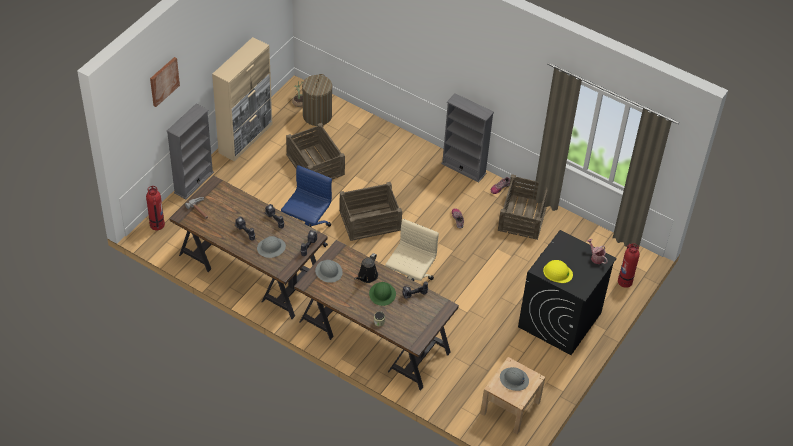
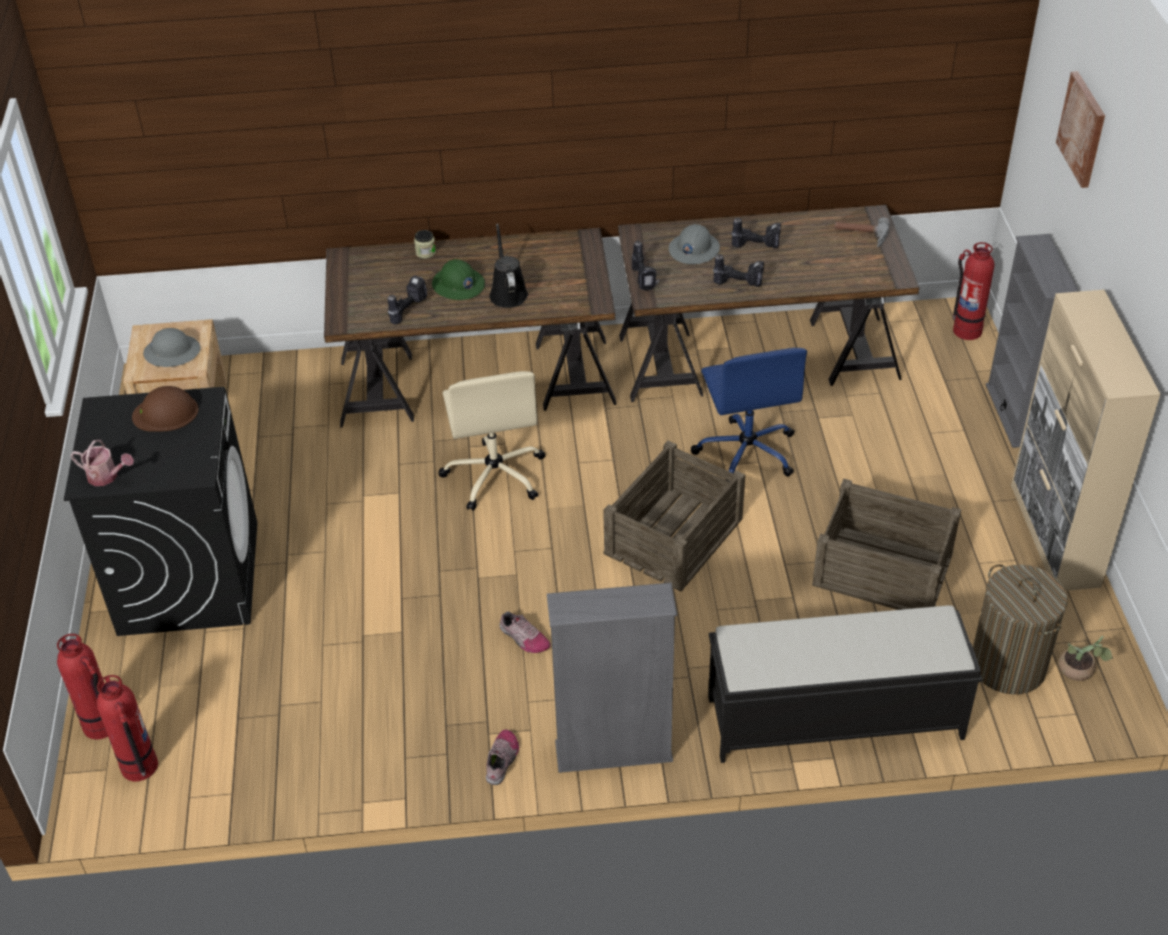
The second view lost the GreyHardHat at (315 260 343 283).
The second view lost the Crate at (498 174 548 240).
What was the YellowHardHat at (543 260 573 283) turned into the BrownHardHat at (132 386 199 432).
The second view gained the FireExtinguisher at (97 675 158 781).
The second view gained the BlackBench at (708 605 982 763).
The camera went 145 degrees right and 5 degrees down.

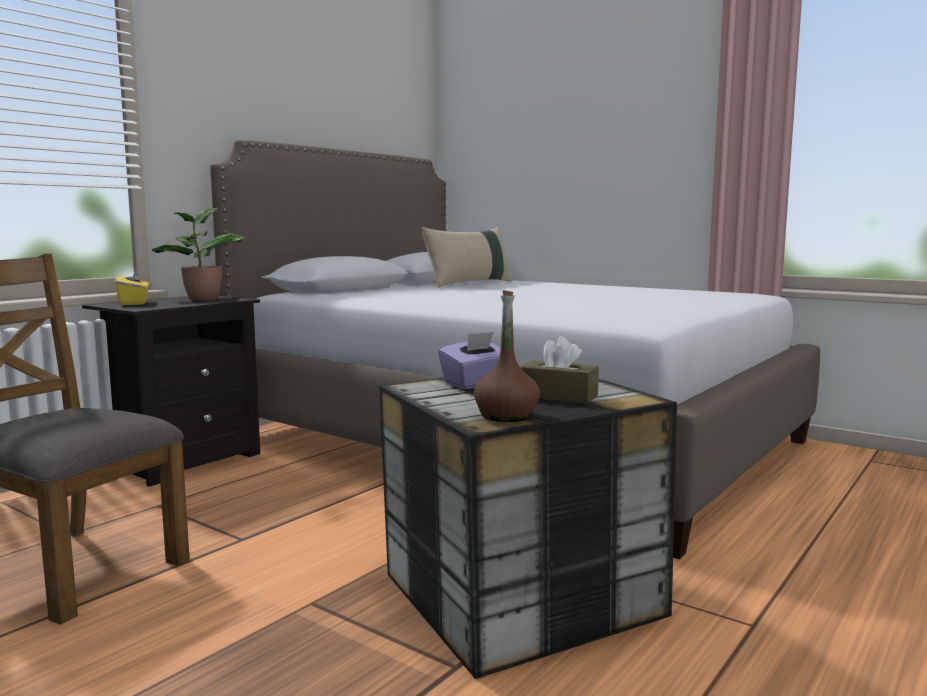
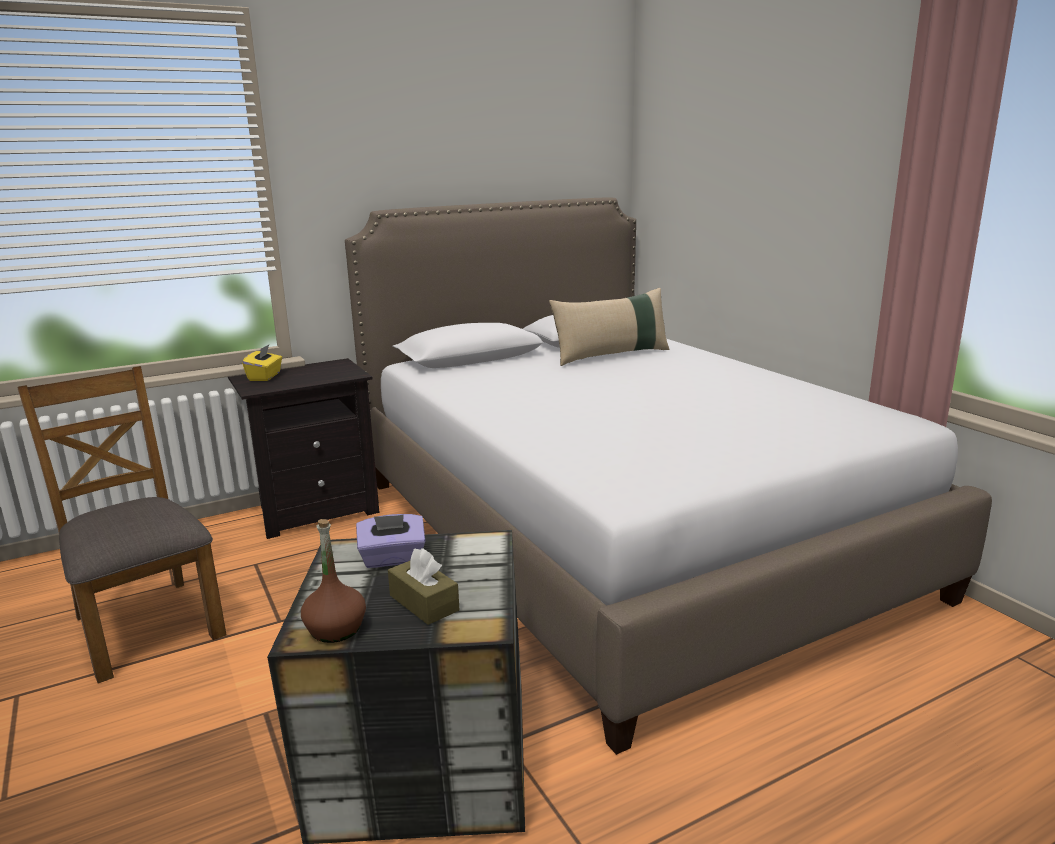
The second view lost the PottedPlant at (151 208 246 300).
The camera went 25 degrees right and 10 degrees up.

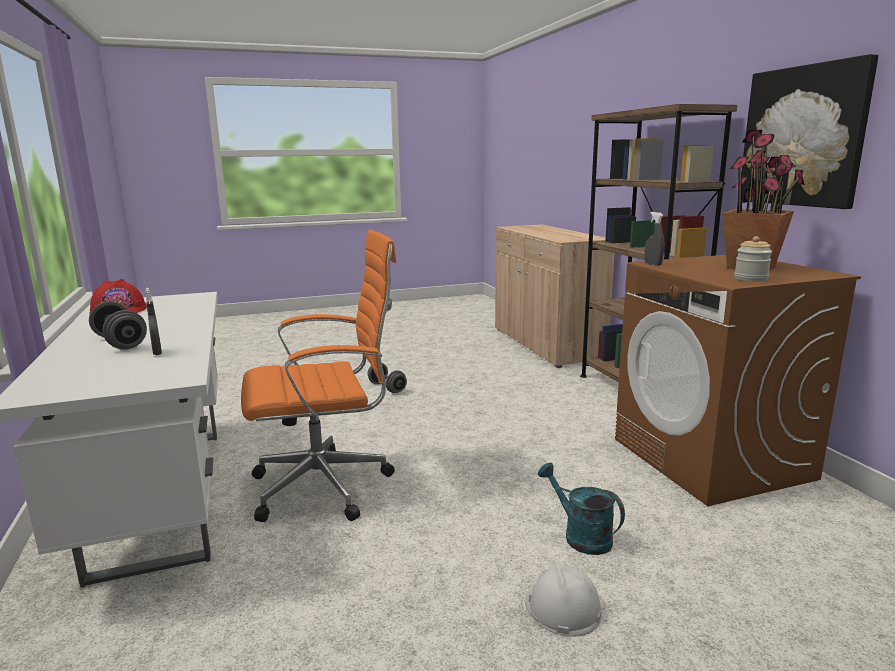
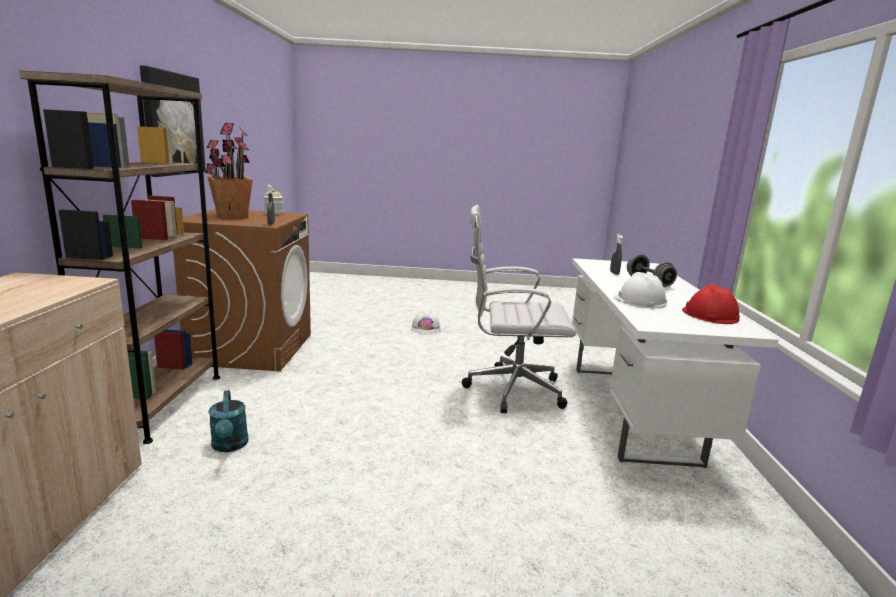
What was the OrangeOfficeChair at (241 230 397 522) turned into the WhiteOfficeChair at (462 205 576 413).
The second view lost the GreyDumbbell at (368 363 407 393).
The TurquoiseWateringCan ended up elsewhere, having gone from (538 462 625 555) to (209 390 248 452).
The second view gained the WhiteHardHat at (614 272 667 309).
The camera went 160 degrees left and 0 degrees up.

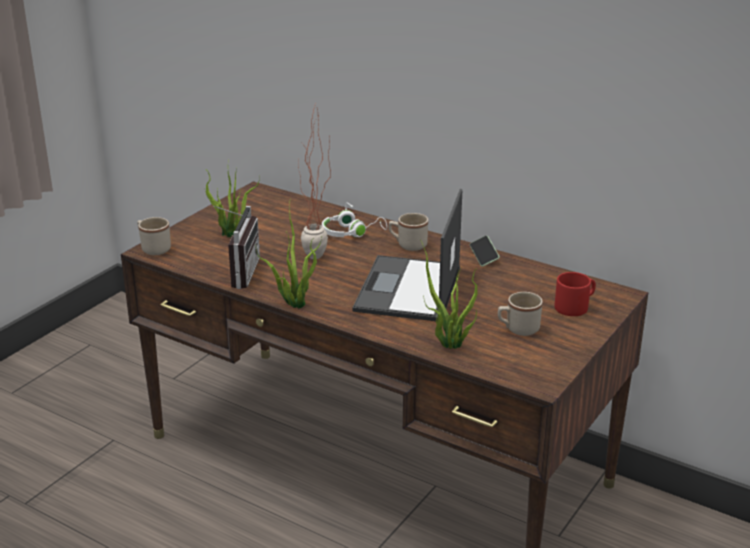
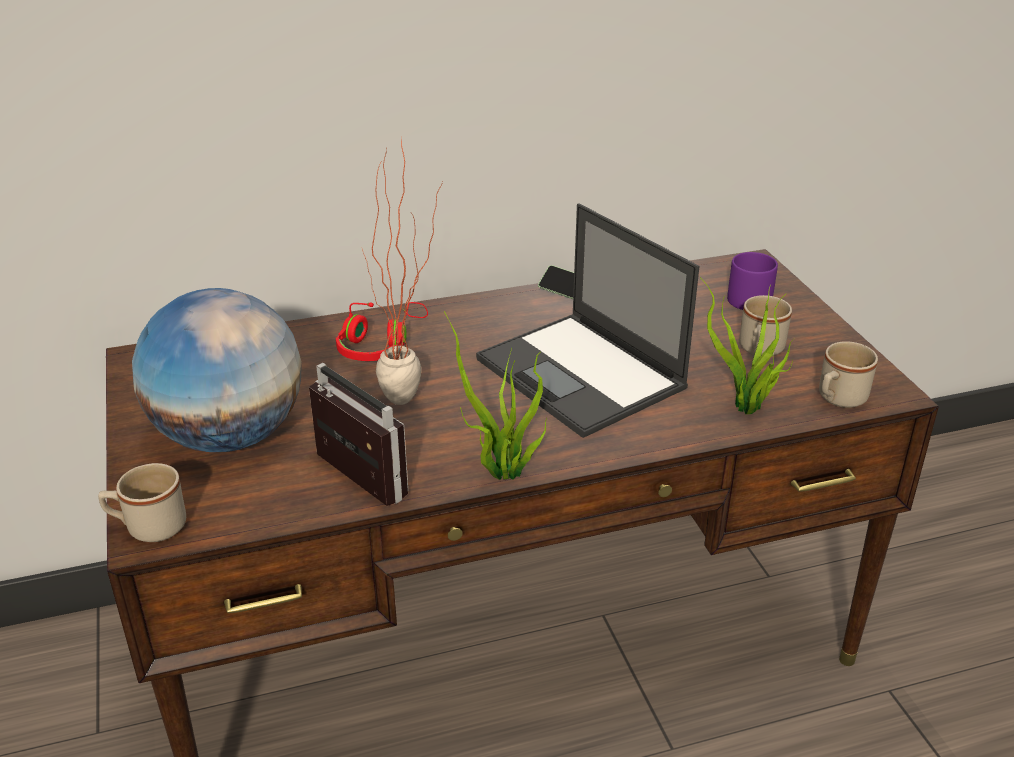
Where the PottedPlant stood at (205 158 260 237), the Globe came to stand at (132 288 302 452).
What was the WhiteHeadphones at (322 202 387 237) turned into the RedHeadphones at (336 302 428 361).
The BeigeMug ended up elsewhere, having gone from (389 213 428 251) to (819 341 878 408).
What was the RedMug at (555 272 596 316) turned into the PurpleMug at (727 252 778 310).
The camera went 50 degrees left and 5 degrees up.

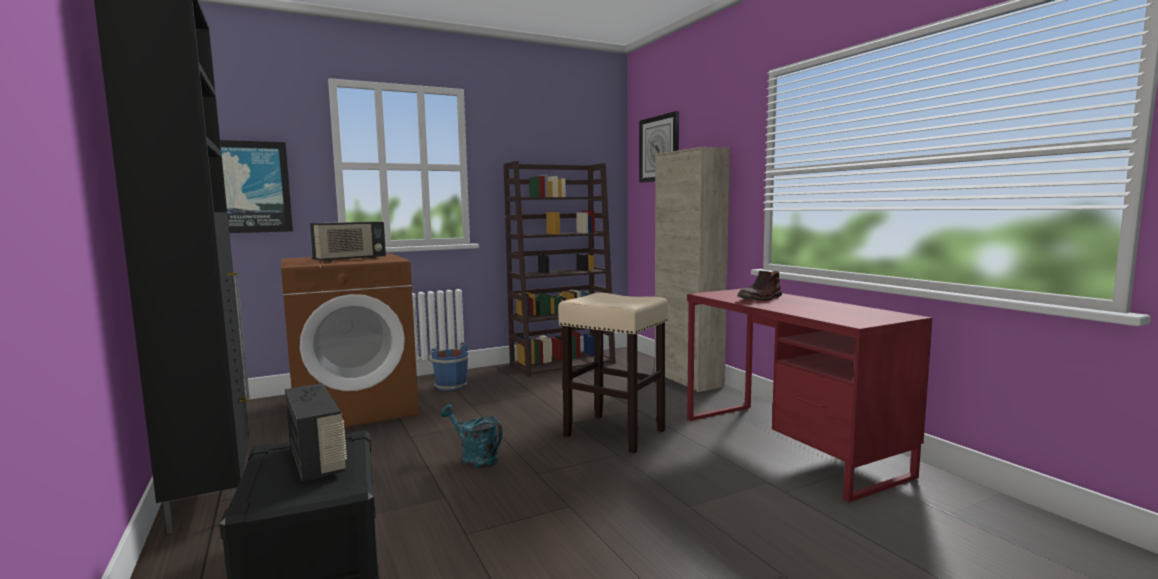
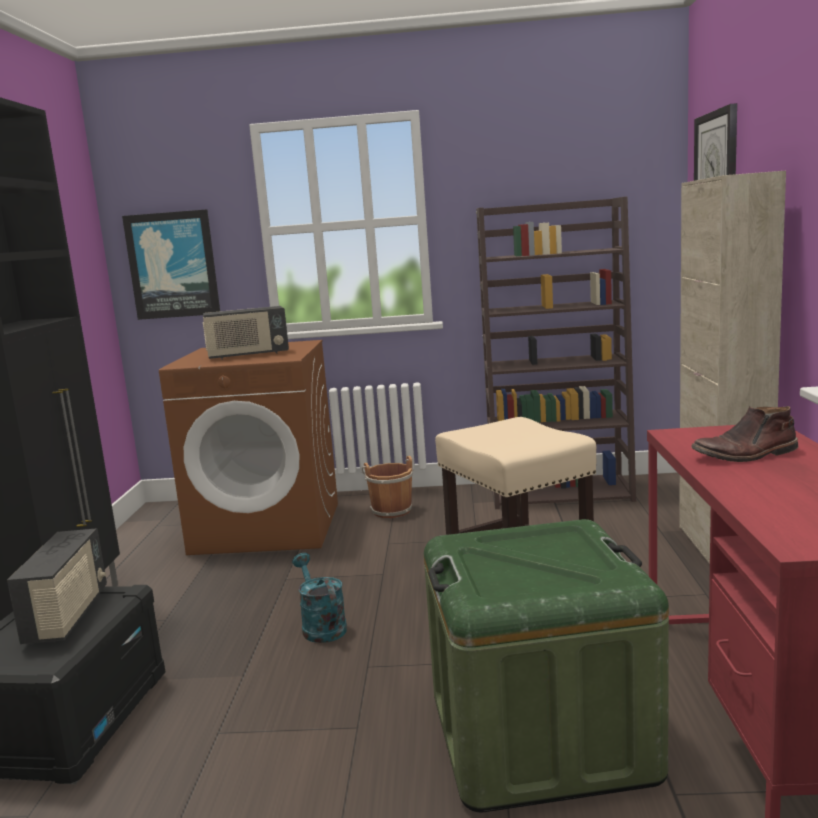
What was the BlueBucket at (428 342 469 391) turned into the BrownBucket at (362 456 413 518).
The second view gained the GreenStorageBox at (424 519 669 812).
The camera went 30 degrees right and 5 degrees up.

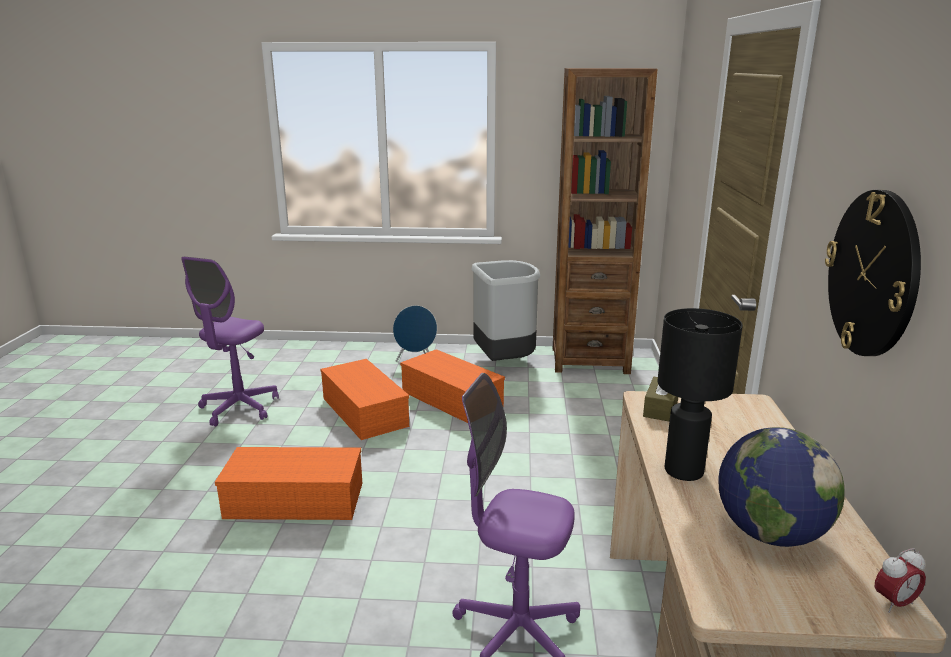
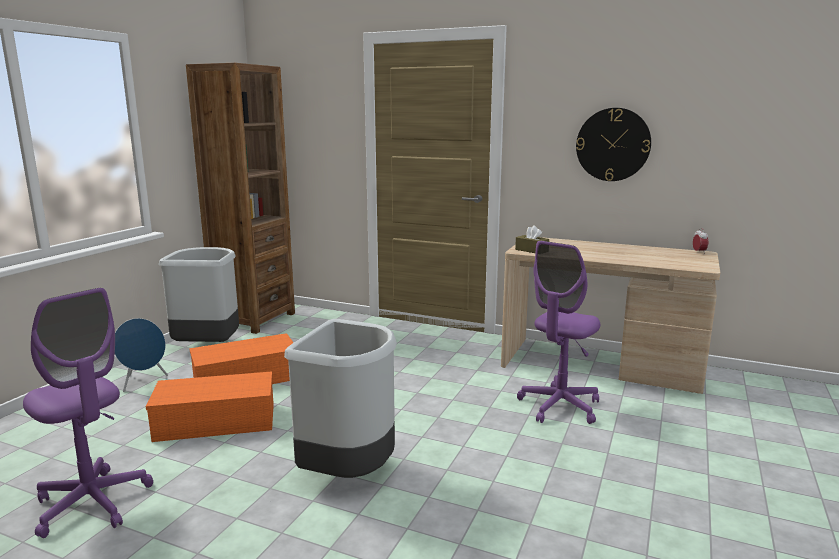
Where the OrangeStorageBox stood at (215 447 362 520), the GreyTrashCan came to stand at (284 319 397 478).
The second view lost the BlackTableLamp at (657 308 743 481).
The second view lost the Globe at (718 427 845 547).
The camera went 70 degrees left and 5 degrees down.

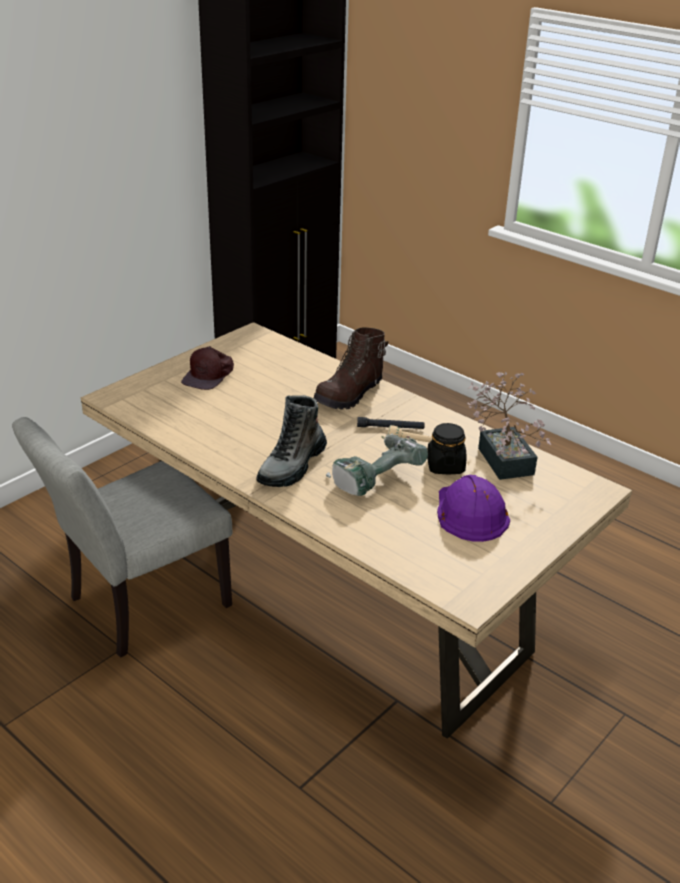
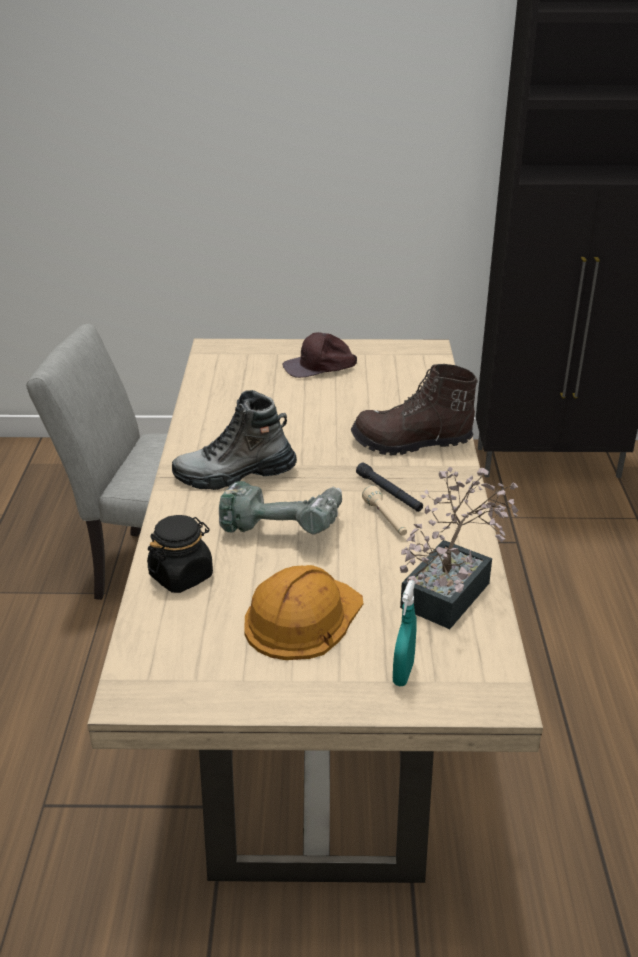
The BlackJar ended up elsewhere, having gone from (427 423 467 474) to (147 515 213 593).
What was the PurpleHardHat at (437 475 510 542) turned into the OrangeHardHat at (244 565 363 660).
The second view gained the TurquoiseSprayBottle at (393 580 417 686).
The camera went 50 degrees right and 0 degrees up.

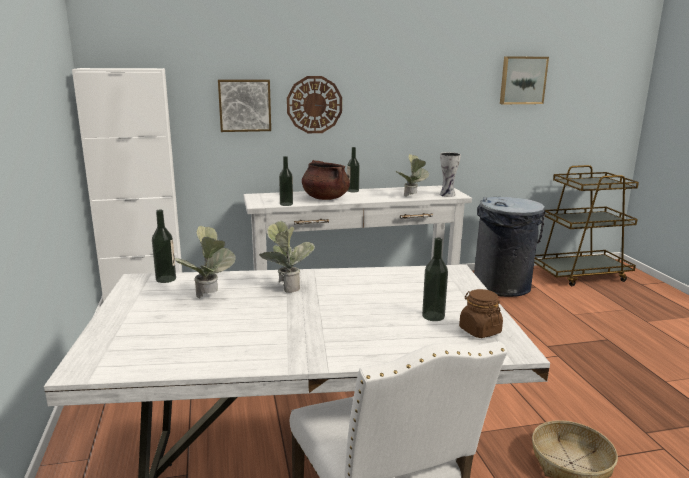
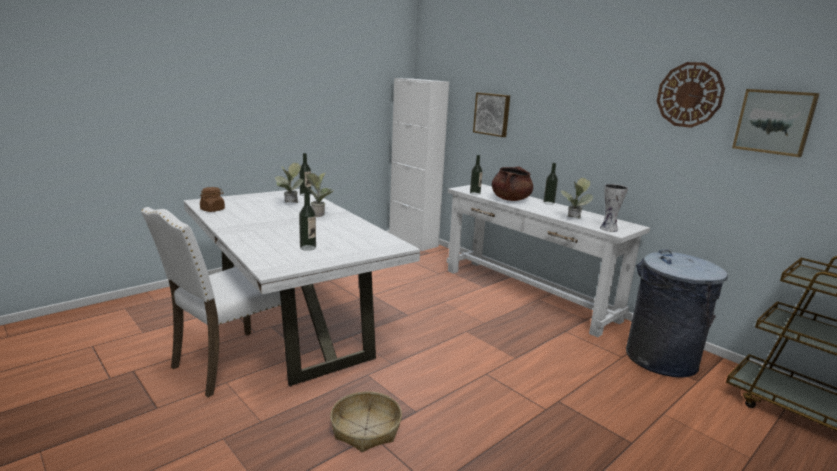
The WallClock ended up elsewhere, having gone from (287 76 342 133) to (657 62 725 128).
The BrownJar ended up elsewhere, having gone from (459 289 503 338) to (200 187 225 212).
The camera went 60 degrees right and 0 degrees up.

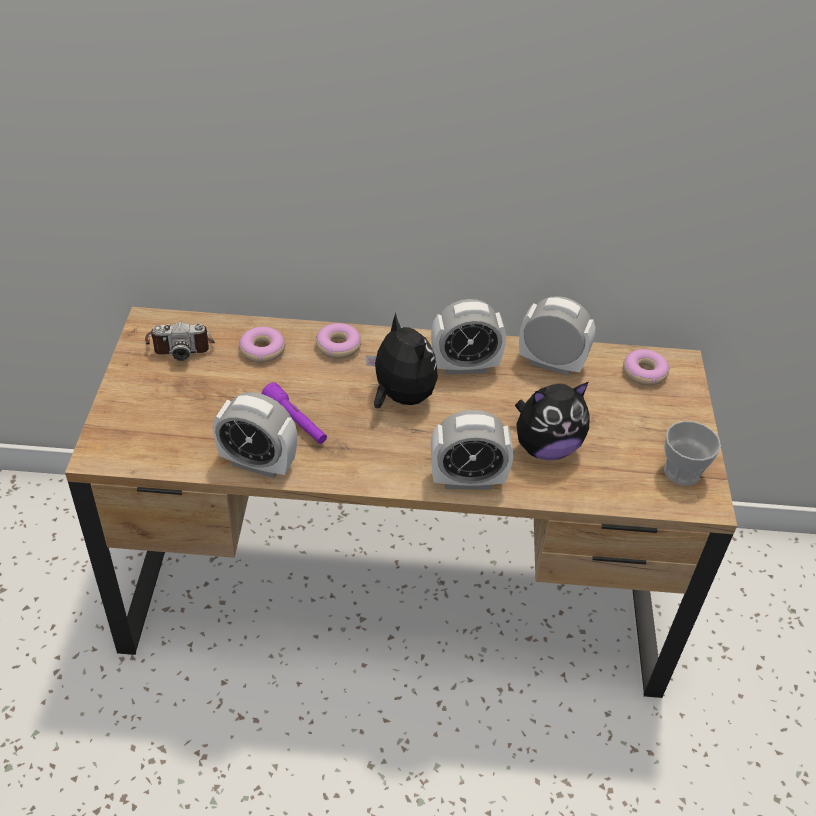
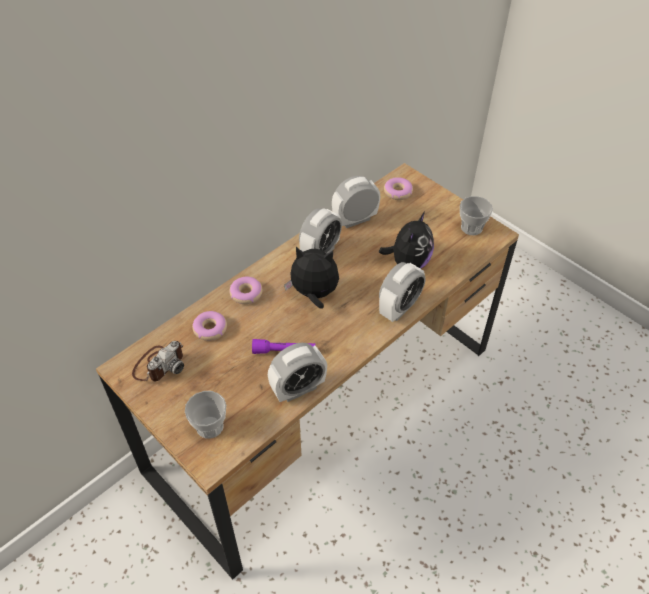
The second view gained the Cup at (185 391 226 439).
The camera went 45 degrees left and 5 degrees up.

